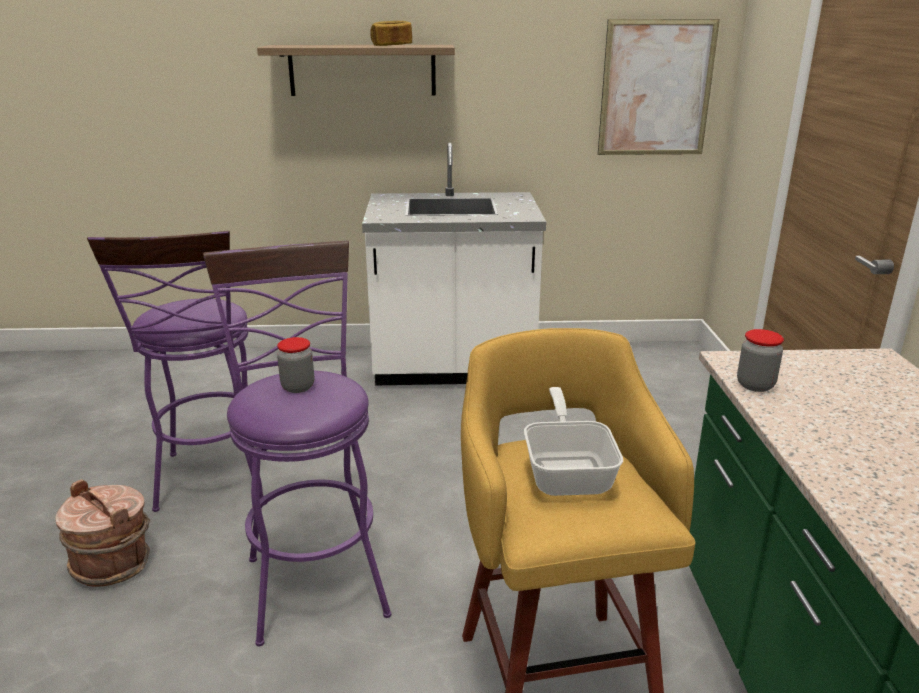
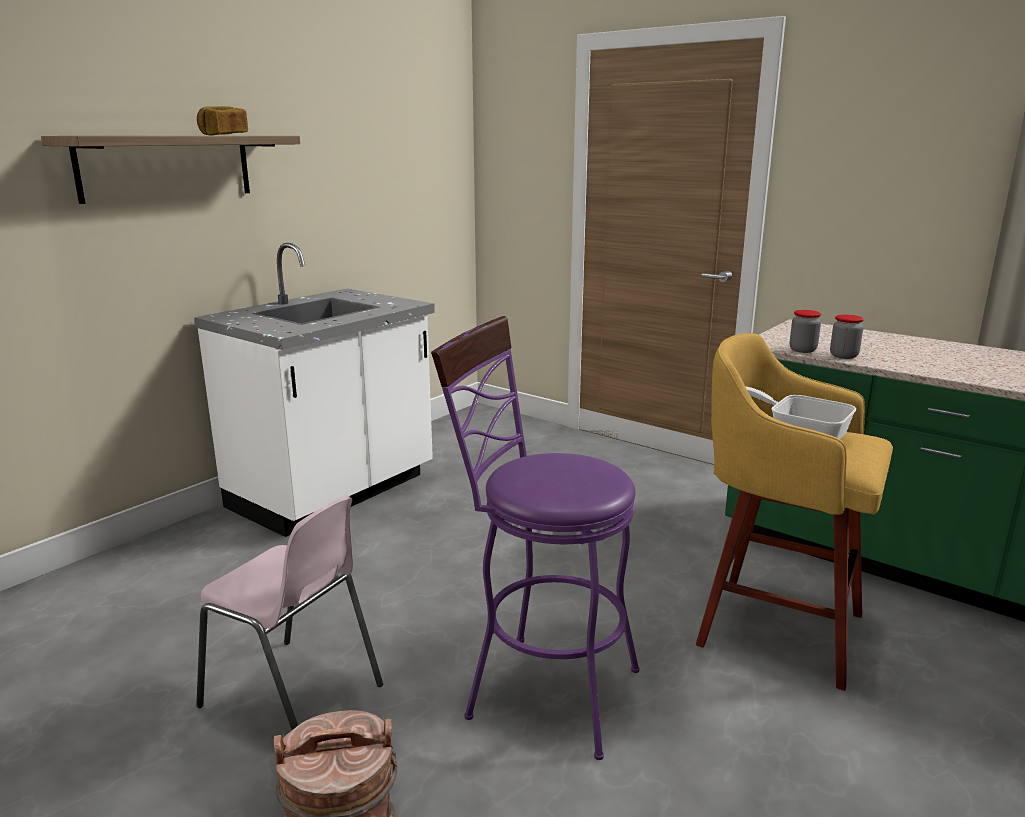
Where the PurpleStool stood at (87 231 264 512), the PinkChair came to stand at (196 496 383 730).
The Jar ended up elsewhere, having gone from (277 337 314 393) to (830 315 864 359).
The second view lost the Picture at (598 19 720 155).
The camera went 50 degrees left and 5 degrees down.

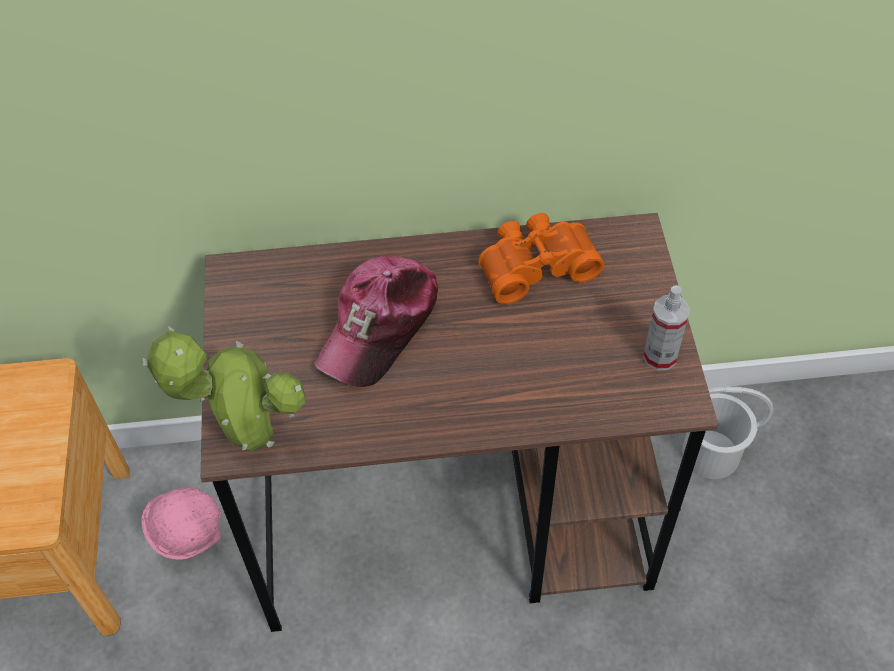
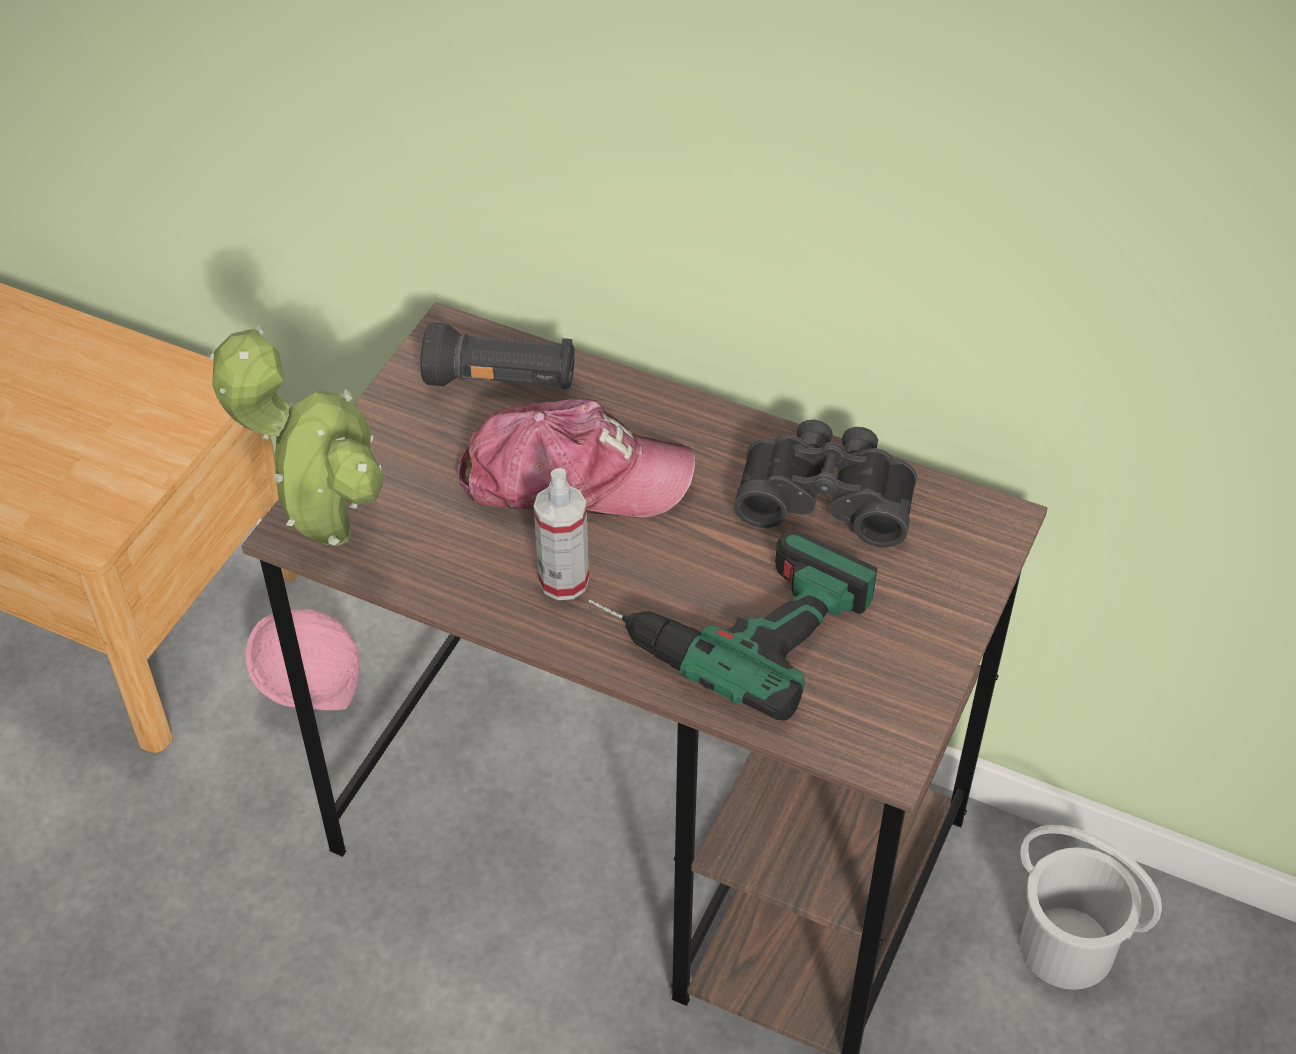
The Cap at (315 256 439 387) ended up facing another way, 150 degrees counterclockwise from before.
What was the OrangeBinoculars at (478 213 604 304) turned into the BlackBinoculars at (734 419 917 548).
The SprayBottle ended up elsewhere, having gone from (643 285 690 371) to (534 468 589 600).
The second view gained the BlackFlashlight at (421 322 575 389).
The second view gained the PowerDrill at (588 530 877 720).
The camera went 30 degrees right and 5 degrees down.

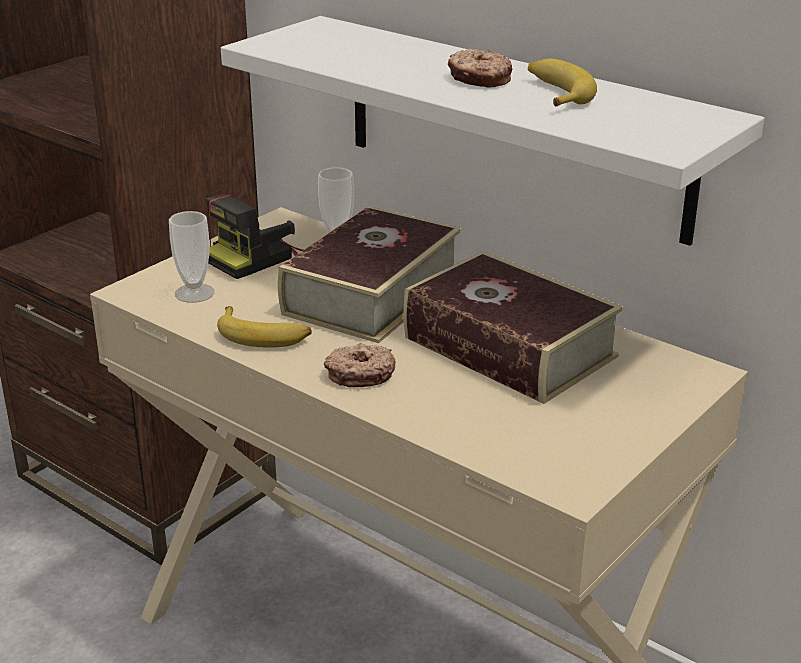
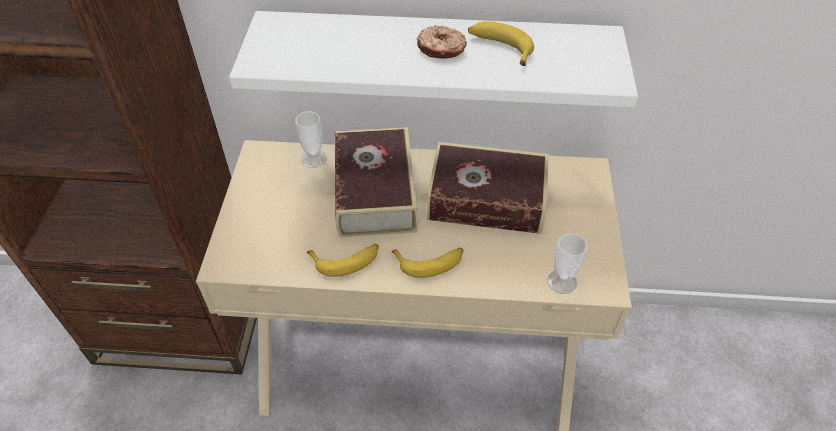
The Cup ended up elsewhere, having gone from (169 211 214 303) to (547 234 588 294).
The second view lost the PhotoCamera at (206 194 303 279).
Where the Donut stood at (324 343 395 387), the Banana came to stand at (391 247 464 278).
The camera went 35 degrees left and 20 degrees up.

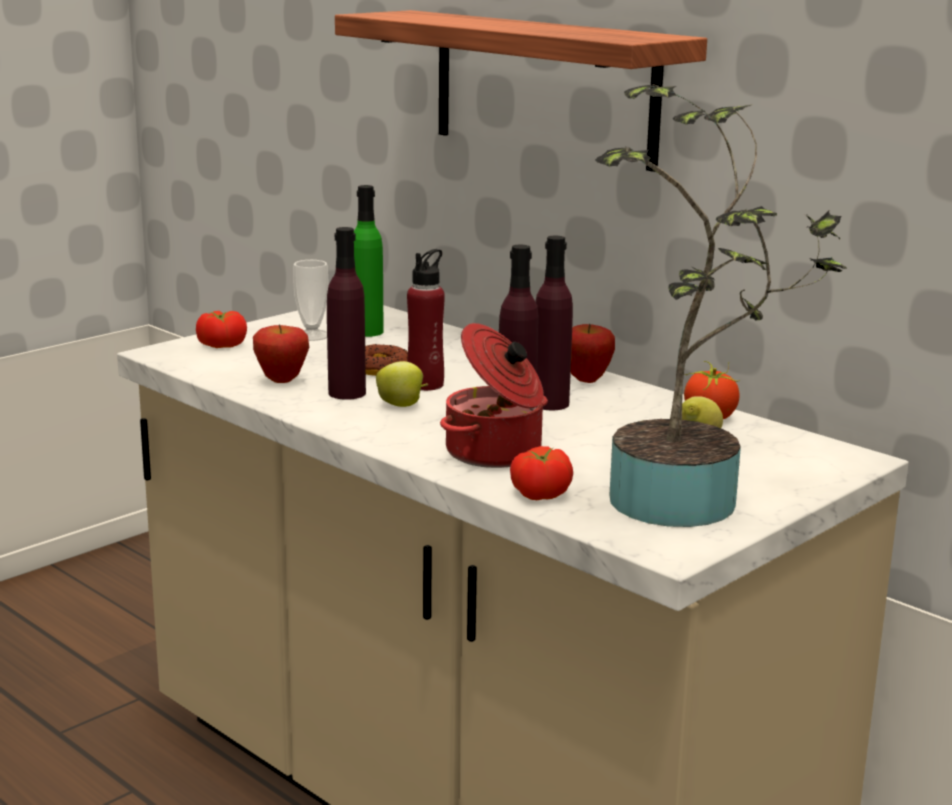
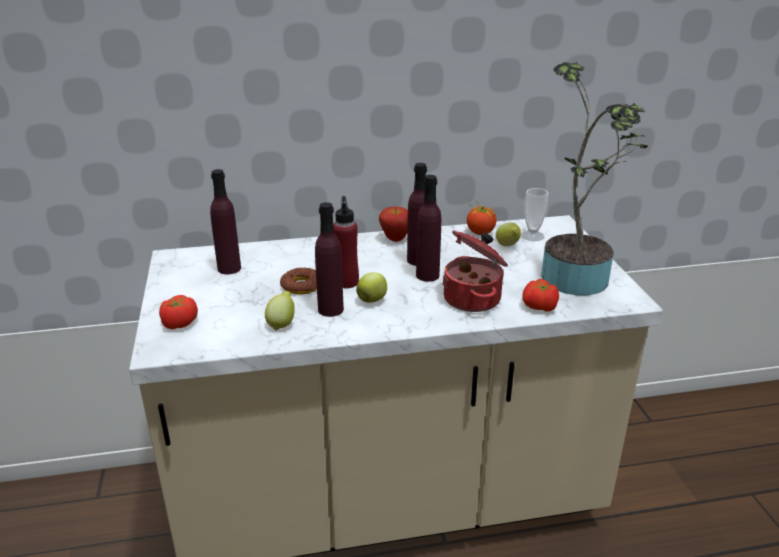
Where the Apple stood at (253 324 309 383), the Lemon came to stand at (265 291 295 331).
The Cup ended up elsewhere, having gone from (293 260 328 341) to (521 188 548 241).
The second view lost the Shelf at (335 10 707 172).
What was the GreenBottle at (354 185 384 337) turned into the PurpleBottle at (210 169 241 274).
The camera went 55 degrees left and 10 degrees up.

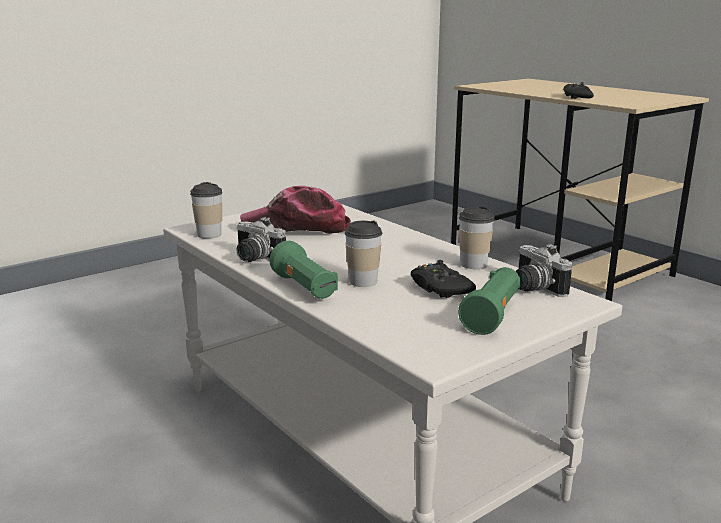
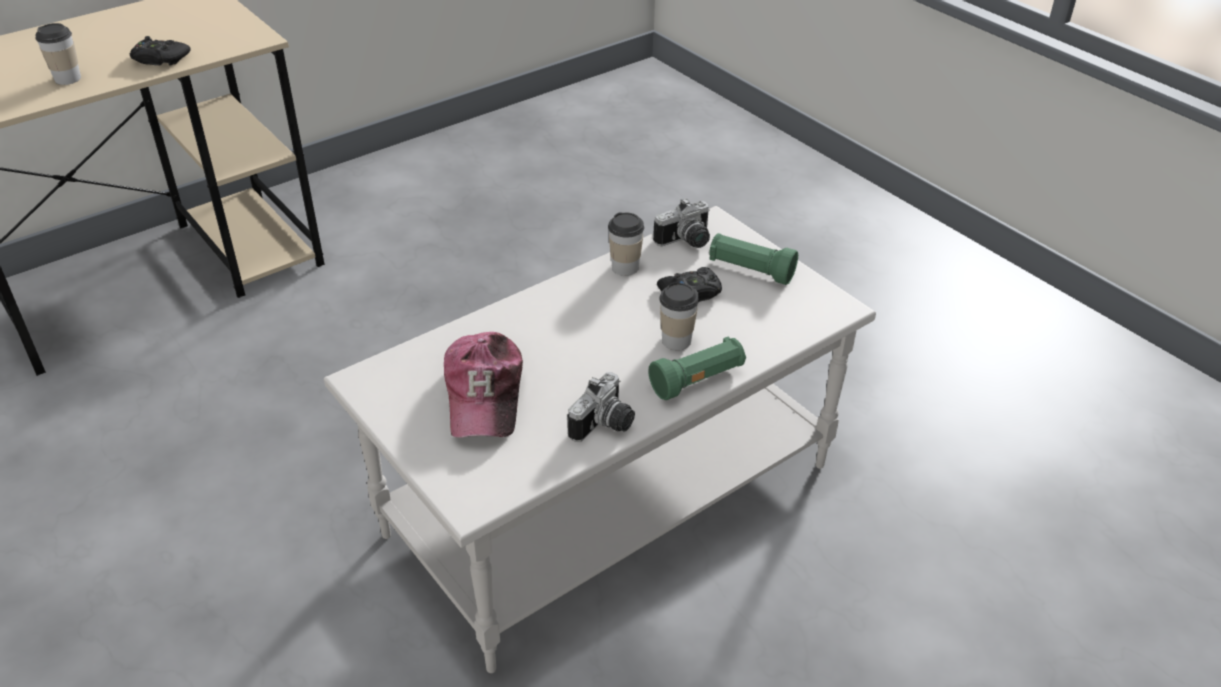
The Cup ended up elsewhere, having gone from (190 182 222 239) to (35 23 81 85).
The camera went 90 degrees left and 20 degrees up.

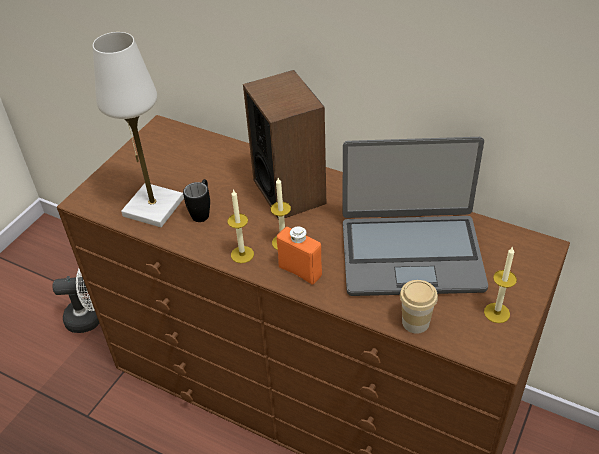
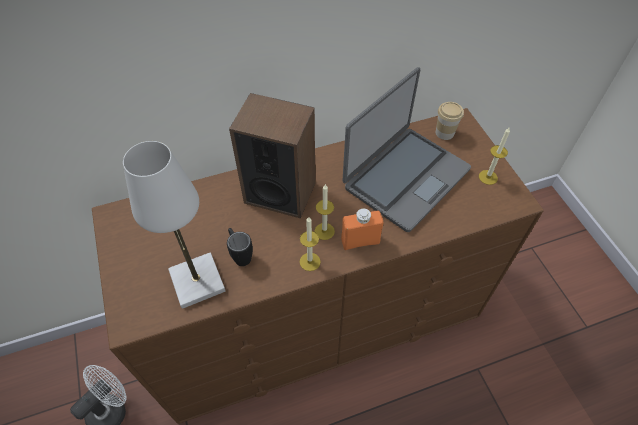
The Cup ended up elsewhere, having gone from (400 280 438 334) to (436 102 464 140).
The camera went 50 degrees left and 10 degrees up.

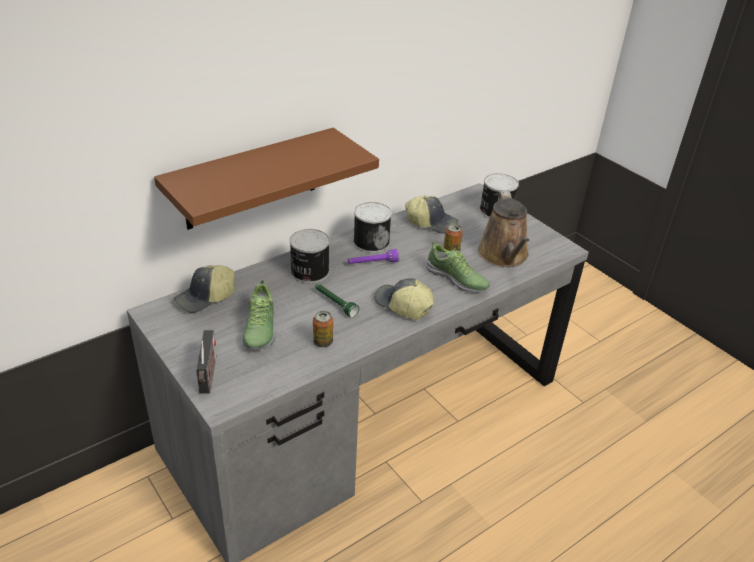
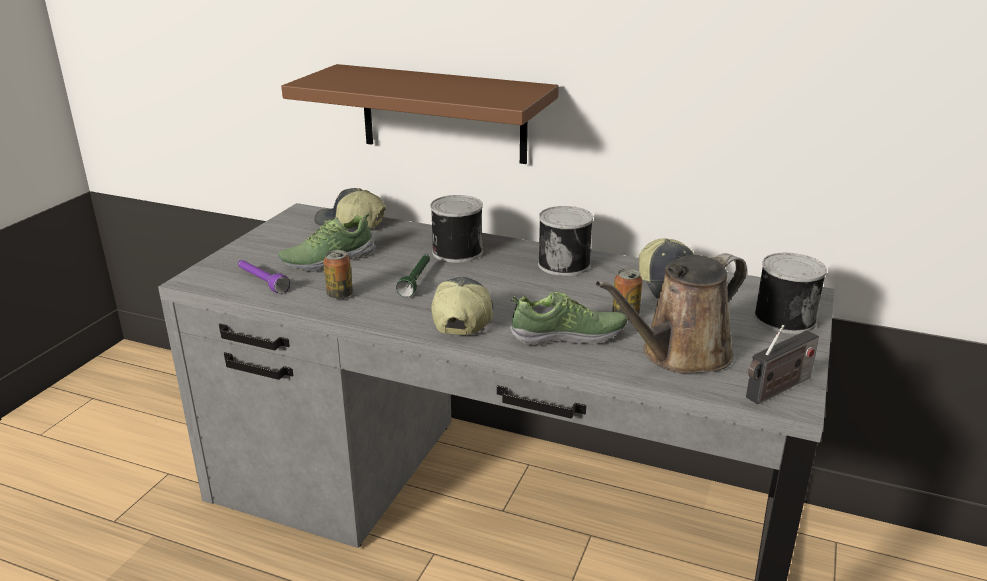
The Radio ended up elsewhere, having gone from (196 330 217 394) to (746 324 819 404).
The PurpleFlashlight ended up elsewhere, having gone from (348 249 399 264) to (238 260 290 294).
The Shoe at (425 241 490 292) ended up facing another way, 105 degrees counterclockwise from before.
The camera went 60 degrees right and 10 degrees down.

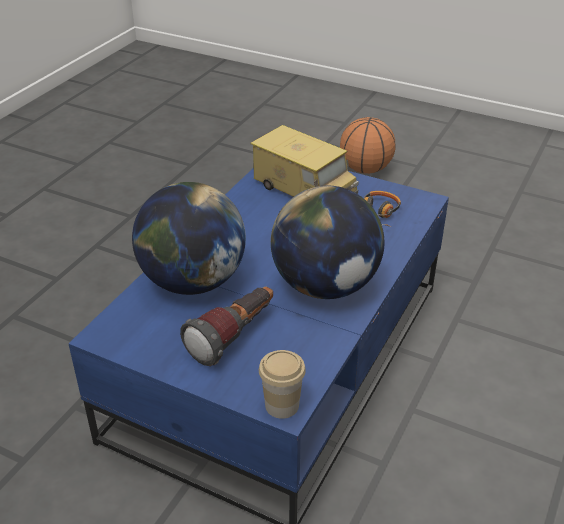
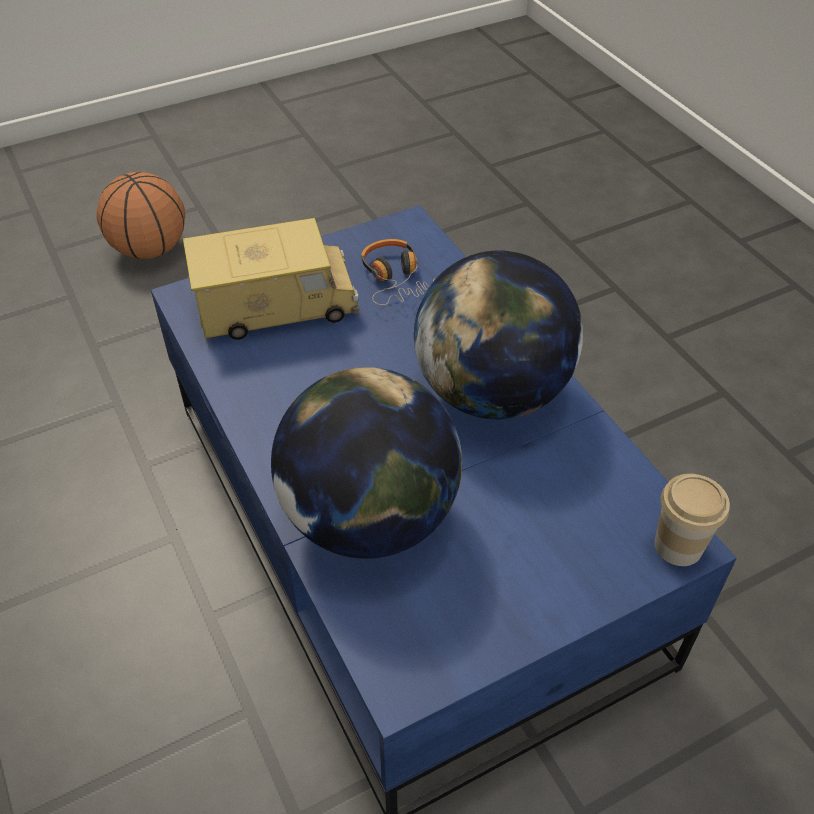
The second view lost the Flashlight at (180 286 273 366).
The camera went 55 degrees left and 10 degrees up.

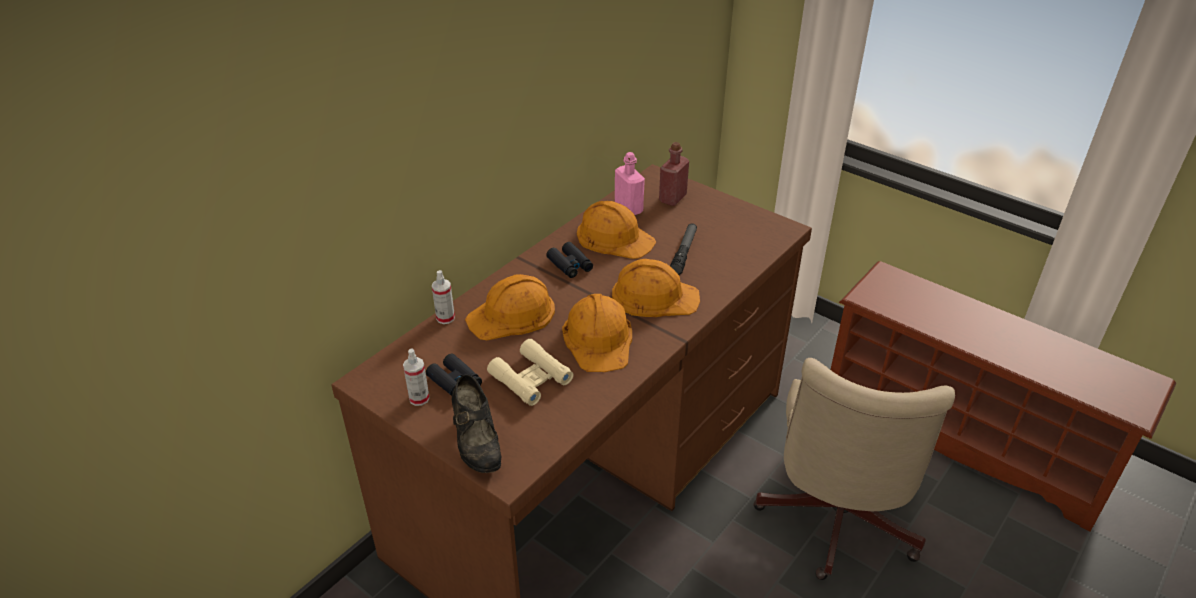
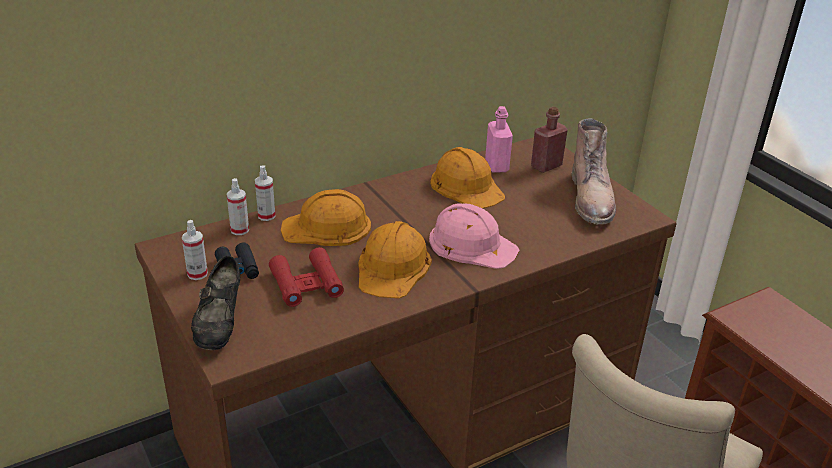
What was the BeigeBinoculars at (487 339 573 406) turned into the RedBinoculars at (269 247 344 307).
The second view lost the BlackBinoculars at (546 242 593 278).
What was the OrangeHardHat at (612 259 700 317) turned into the PinkHardHat at (429 203 520 269).
The second view lost the Flashlight at (670 223 697 275).
The second view gained the SprayBottle at (227 178 249 235).
The second view gained the BrownBoot at (571 118 616 224).
The camera went 20 degrees right and 5 degrees down.

